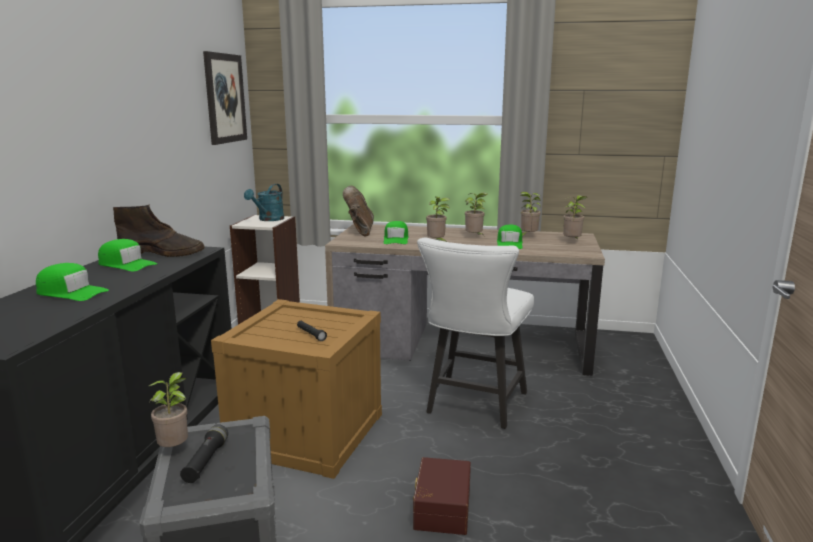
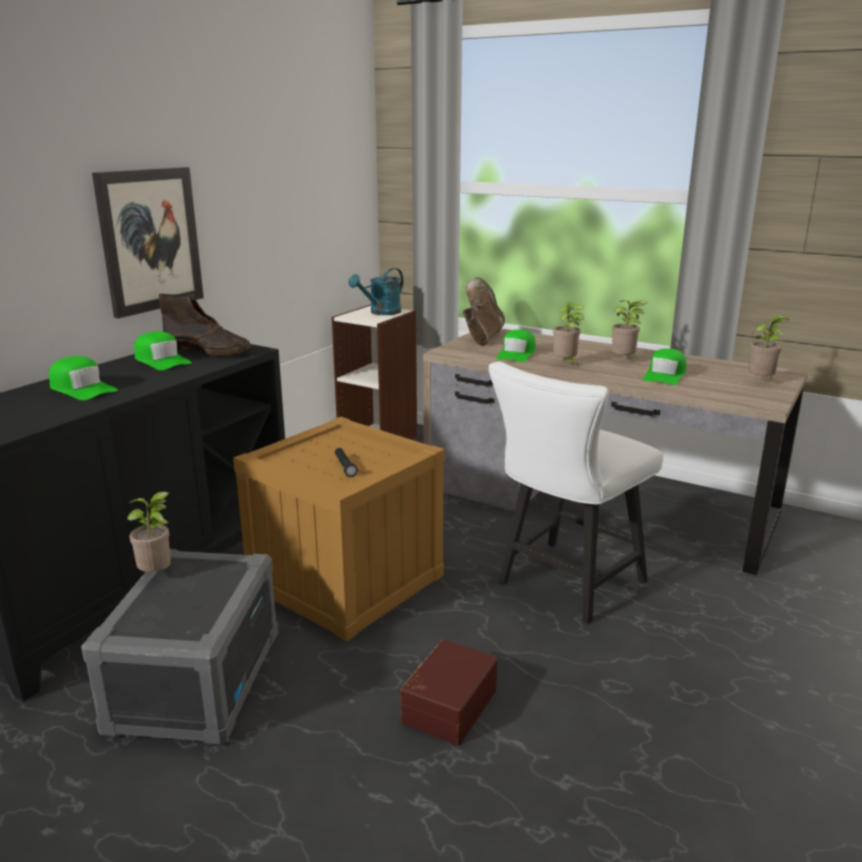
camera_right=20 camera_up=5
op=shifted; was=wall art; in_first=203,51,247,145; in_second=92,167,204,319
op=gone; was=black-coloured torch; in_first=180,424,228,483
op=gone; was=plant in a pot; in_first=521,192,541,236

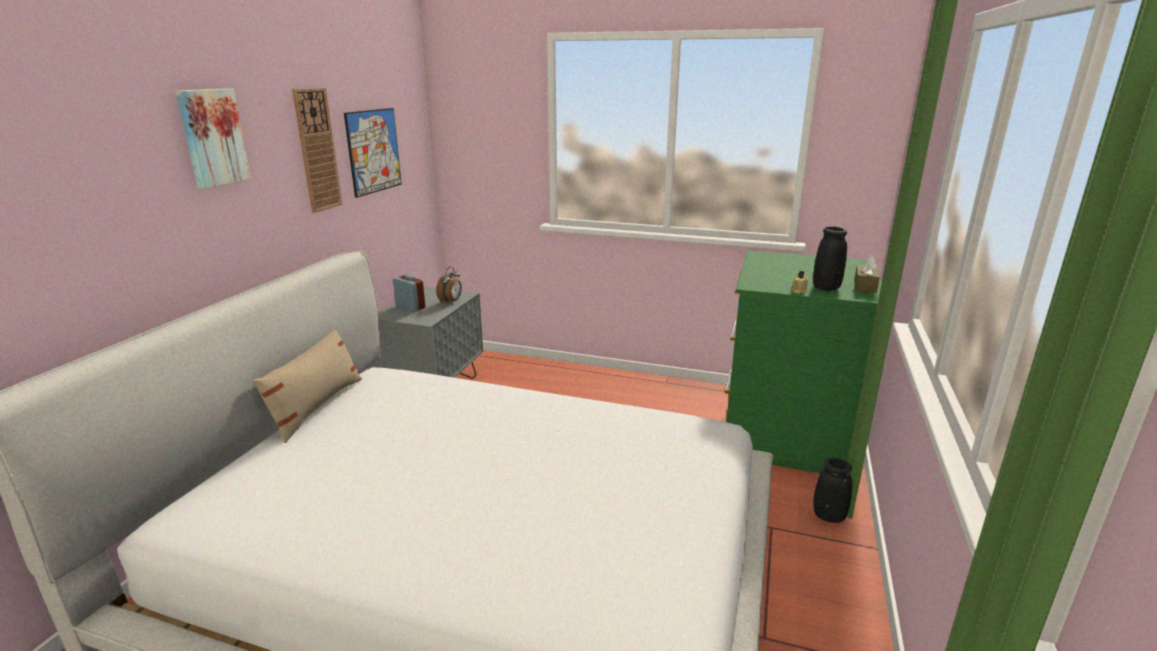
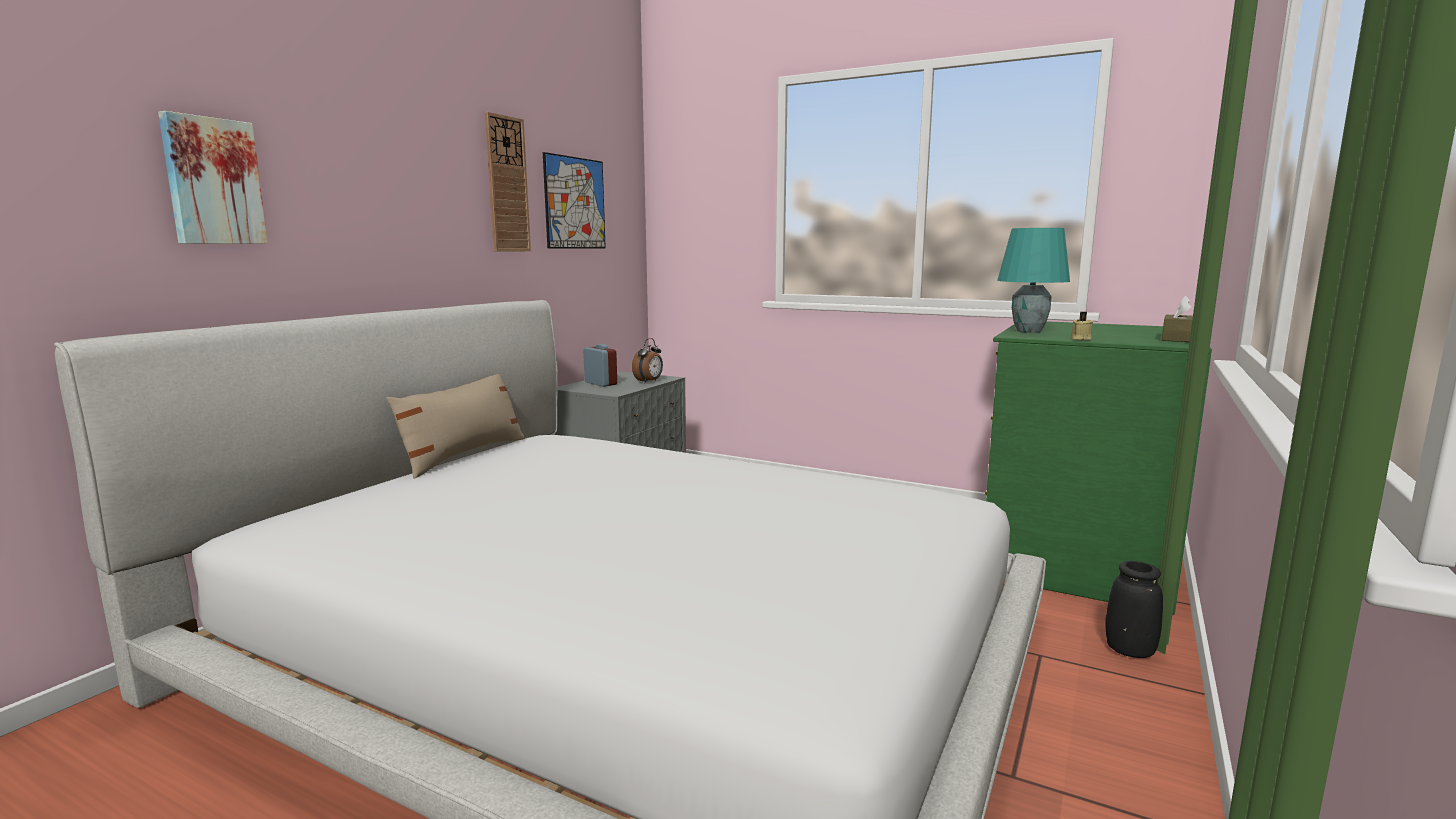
camera_right=10 camera_up=-10
op=shifted; was=wall art; in_first=176,89,251,188; in_second=158,111,268,244
op=new; now=blue-green lamp for a table; in_second=997,228,1070,333
op=gone; was=black-coloured flower vase; in_first=813,226,847,291

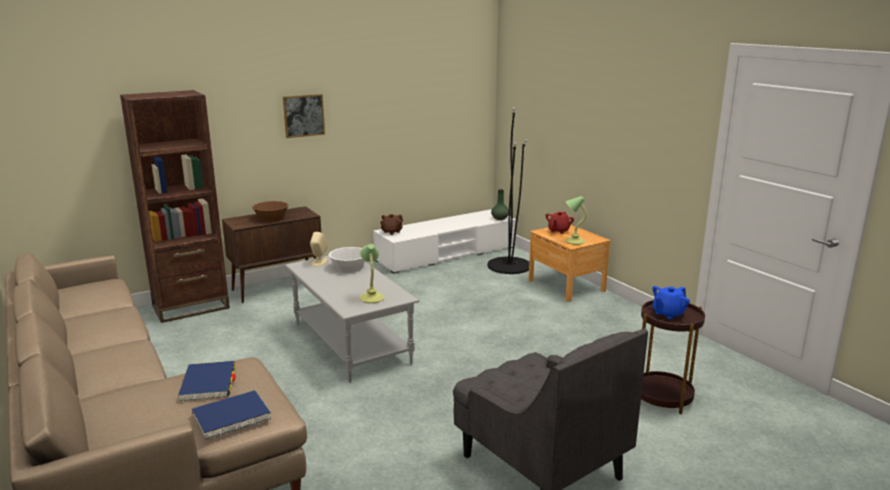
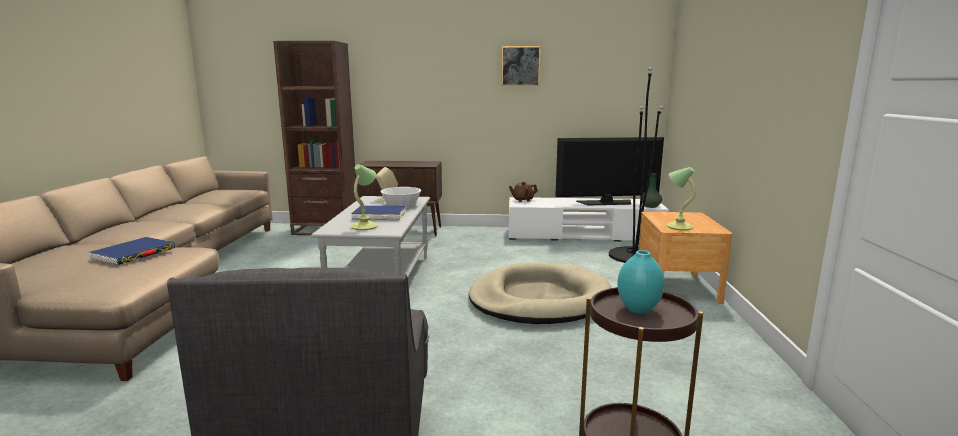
camera_right=35 camera_up=-5
op=shifted; was=bluish book; in_first=192,390,271,440; in_second=351,206,406,220
op=new; now=beige-coloured pet bed; in_second=469,263,611,324
op=shifted; was=wall art; in_first=283,94,325,138; in_second=501,46,541,86
op=new; now=TV set; in_second=555,137,664,205
op=swapped; was=bluish teapot; now=blue-green flower vase; in_first=652,286,690,319; in_second=617,250,665,314
op=gone; was=brown-coloured bowl; in_first=252,201,289,222
op=gone; was=reddish teapot; in_first=545,212,574,234

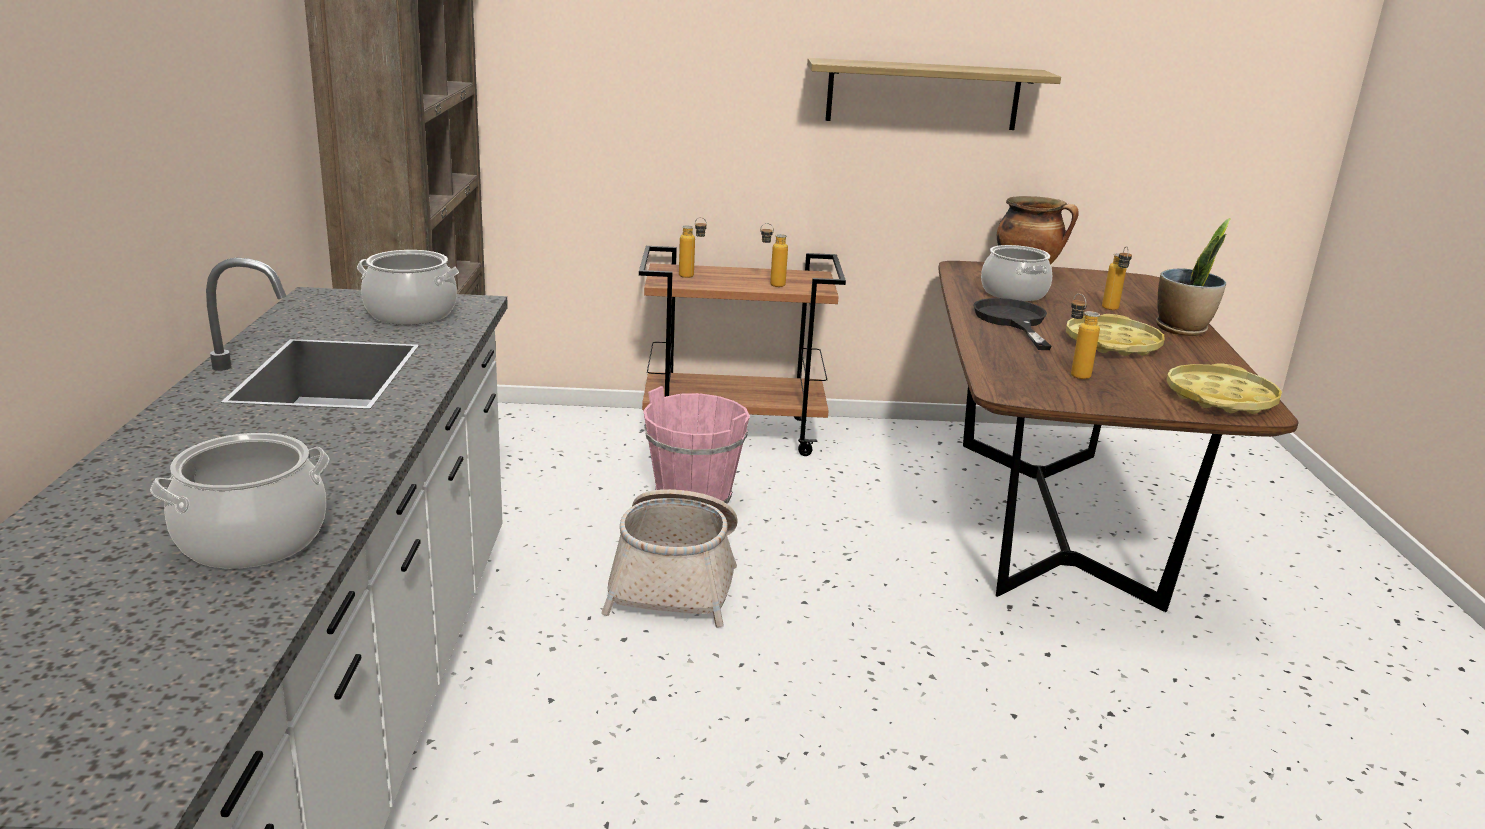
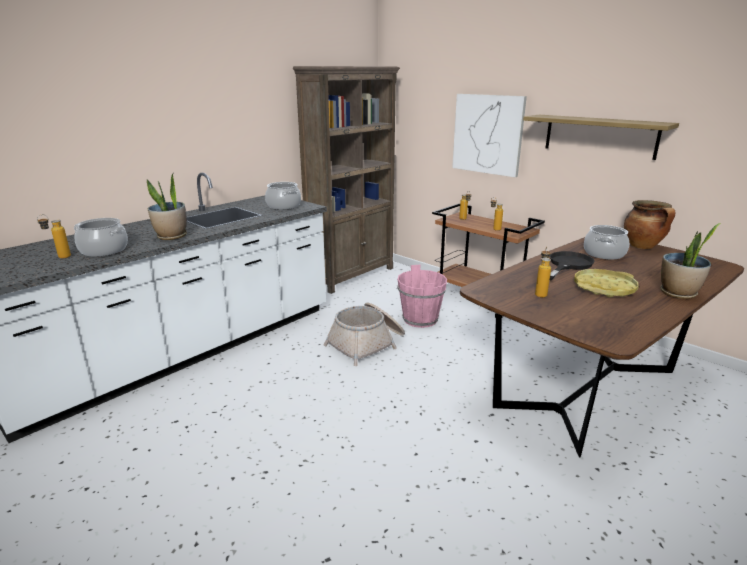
camera_right=45 camera_up=0
op=shifted; was=beverage bottle; in_first=1102,246,1132,310; in_second=37,215,71,258
op=new; now=plant in a pot; in_second=147,173,187,240
op=new; now=wall art; in_second=452,94,527,177
op=gone; was=yellowish serving tray; in_first=1166,363,1282,414

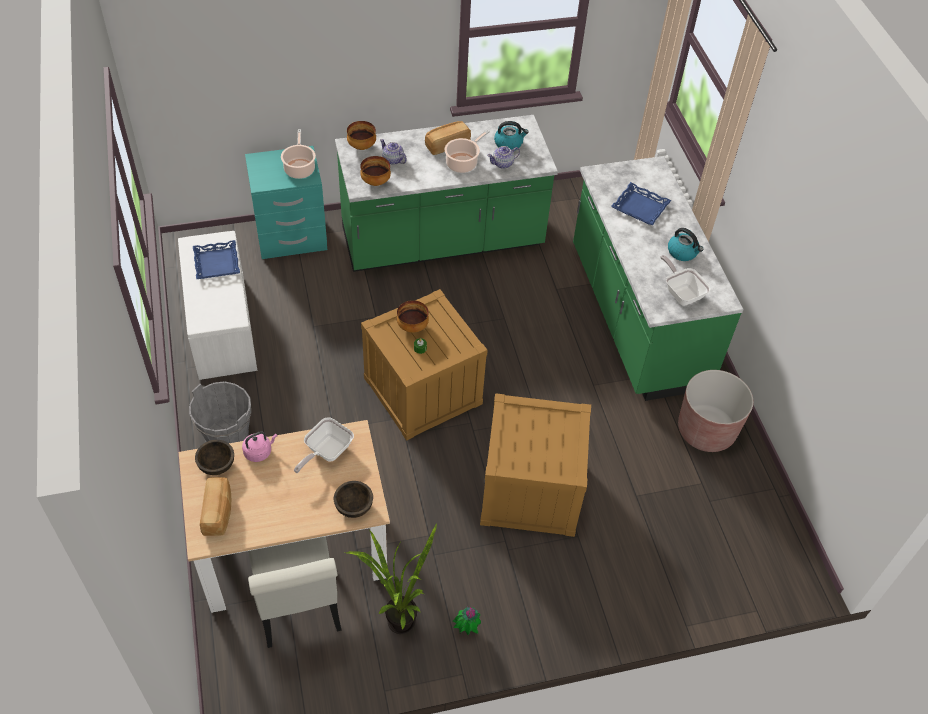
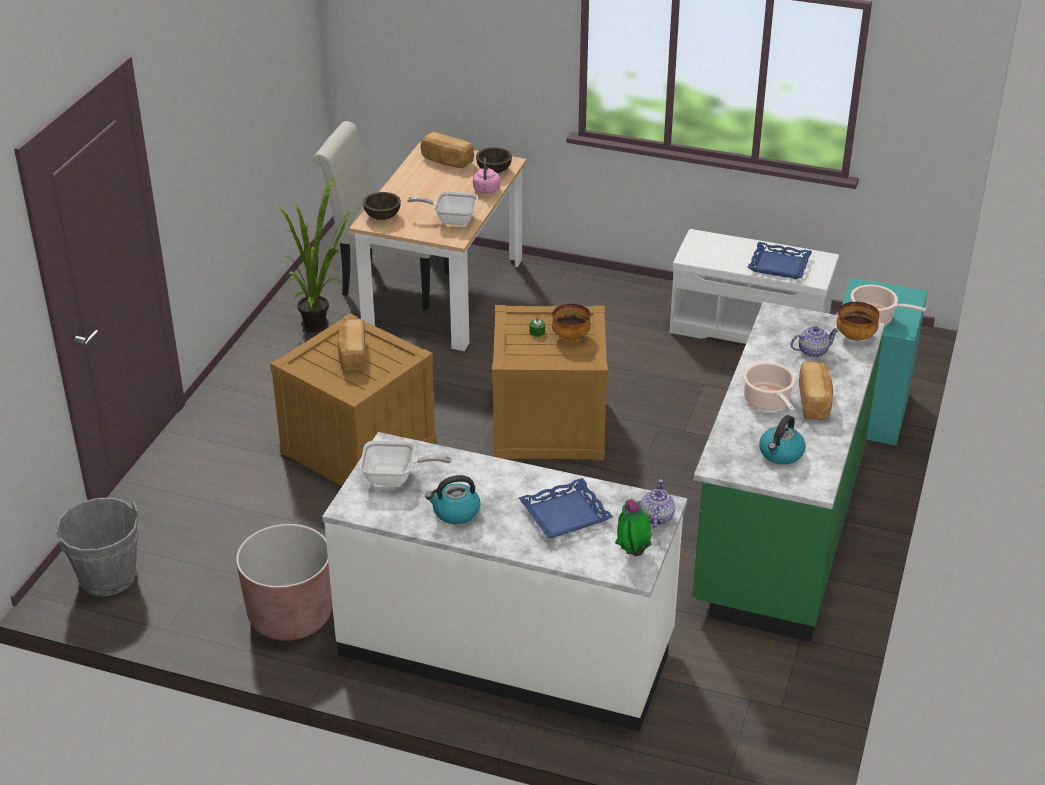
camera_right=125 camera_up=-15
op=shifted; was=gray bucket; in_first=189,382,251,443; in_second=53,498,139,596
op=repainted; was=green-coloured kitchen base unit; now=white kitchen base unit; in_first=573,156,744,401; in_second=322,432,688,732
op=new; now=bread; in_second=338,319,365,371
op=rotated; was=skillet; in_first=294,417,354,473; in_second=407,191,478,225; clockwise=-60
op=shifted; was=plant in a pot; in_first=452,606,481,635; in_second=615,499,652,556
op=shifted; was=teapot; in_first=487,146,520,169; in_second=640,480,675,528
op=gone; was=bowl; in_first=360,156,391,186

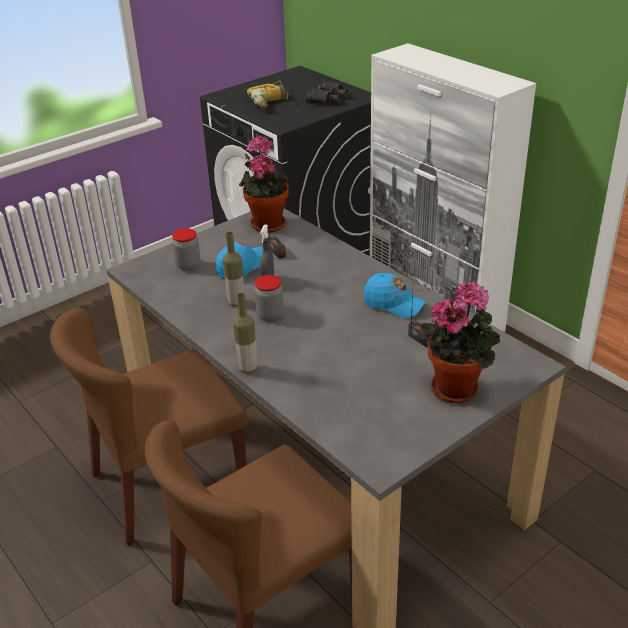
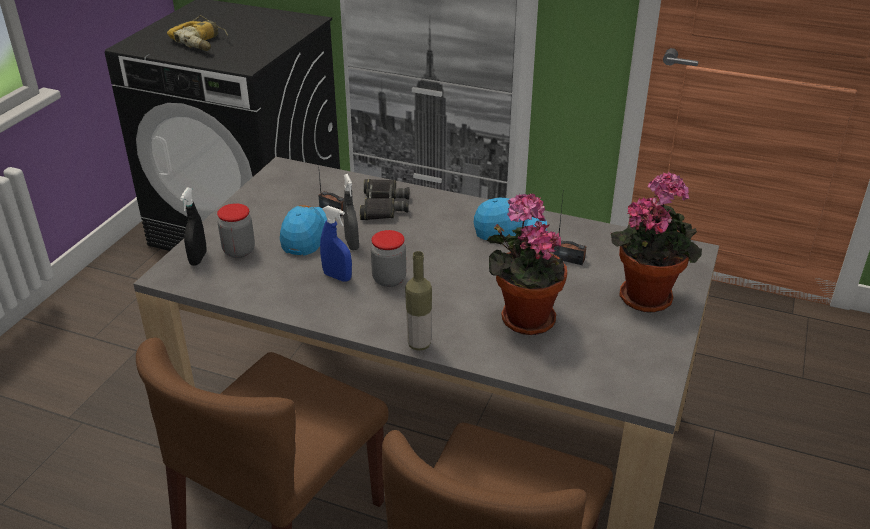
camera_right=-30 camera_up=0
op=new; now=black-coloured hand sprayer; in_second=180,188,207,266
op=swapped; was=beverage bottle; now=bluish hand sprayer; in_first=222,232,244,307; in_second=320,206,352,282
op=shifted; was=black-coloured field glasses; in_first=305,80,348,104; in_second=360,179,409,220
op=shifted; was=plant in a pot; in_first=239,136,289,233; in_second=487,194,567,335

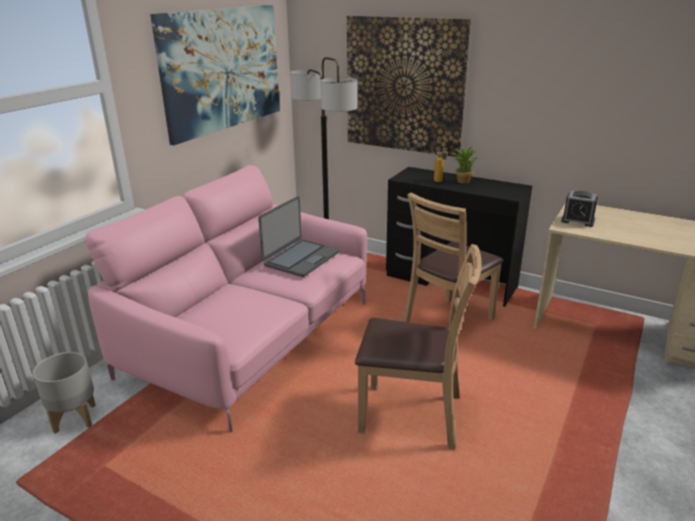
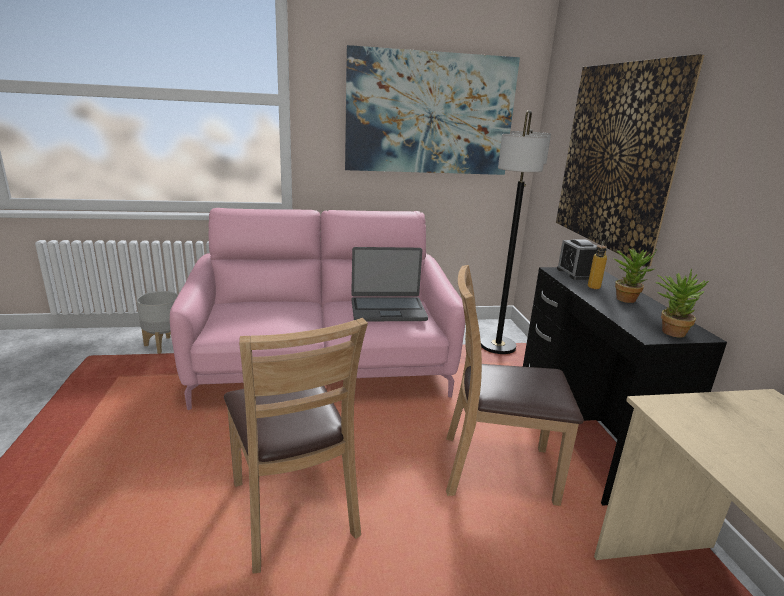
camera_right=50 camera_up=-5
op=shifted; was=alarm clock; in_first=561,191,598,227; in_second=557,239,597,280
op=new; now=plant in a pot; in_second=656,268,709,338

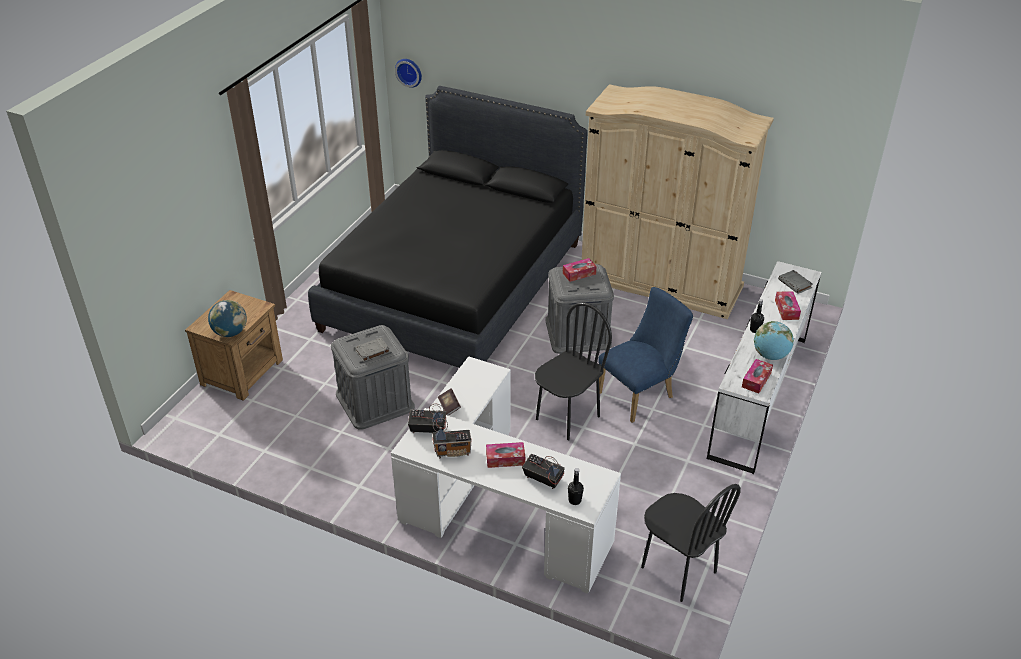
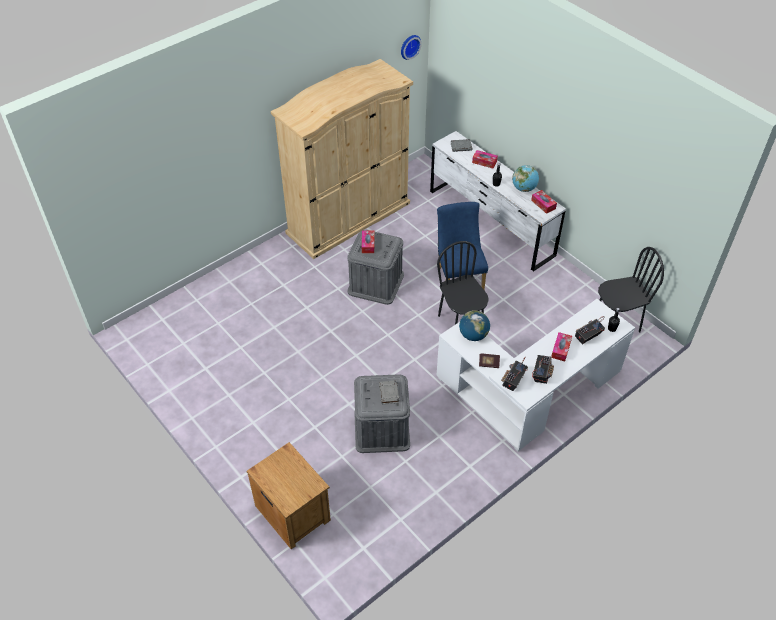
camera_right=-65 camera_up=10
op=shifted; was=wall clock; in_first=395,59,422,88; in_second=401,35,422,60
op=shifted; was=globe; in_first=208,300,247,337; in_second=459,310,490,341
op=gone; was=black-coloured sleeping bed; in_first=308,86,588,368

